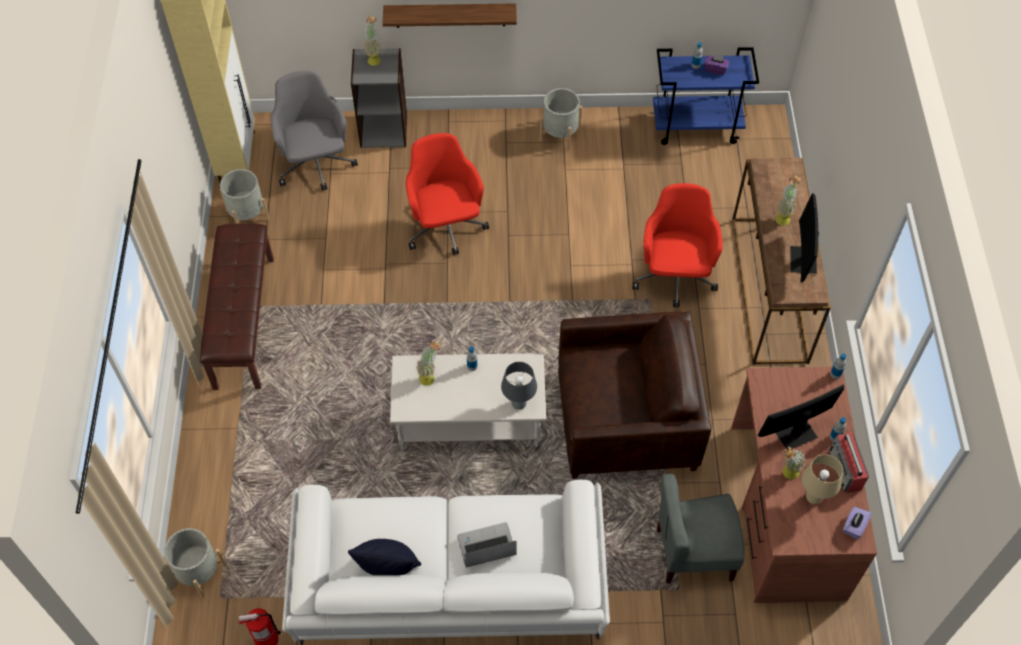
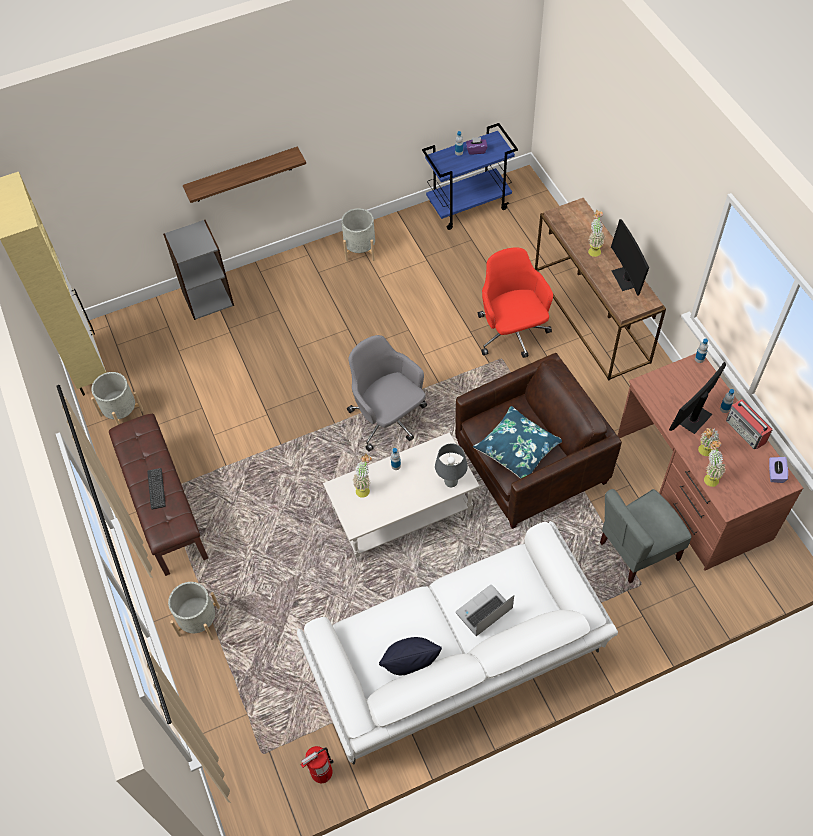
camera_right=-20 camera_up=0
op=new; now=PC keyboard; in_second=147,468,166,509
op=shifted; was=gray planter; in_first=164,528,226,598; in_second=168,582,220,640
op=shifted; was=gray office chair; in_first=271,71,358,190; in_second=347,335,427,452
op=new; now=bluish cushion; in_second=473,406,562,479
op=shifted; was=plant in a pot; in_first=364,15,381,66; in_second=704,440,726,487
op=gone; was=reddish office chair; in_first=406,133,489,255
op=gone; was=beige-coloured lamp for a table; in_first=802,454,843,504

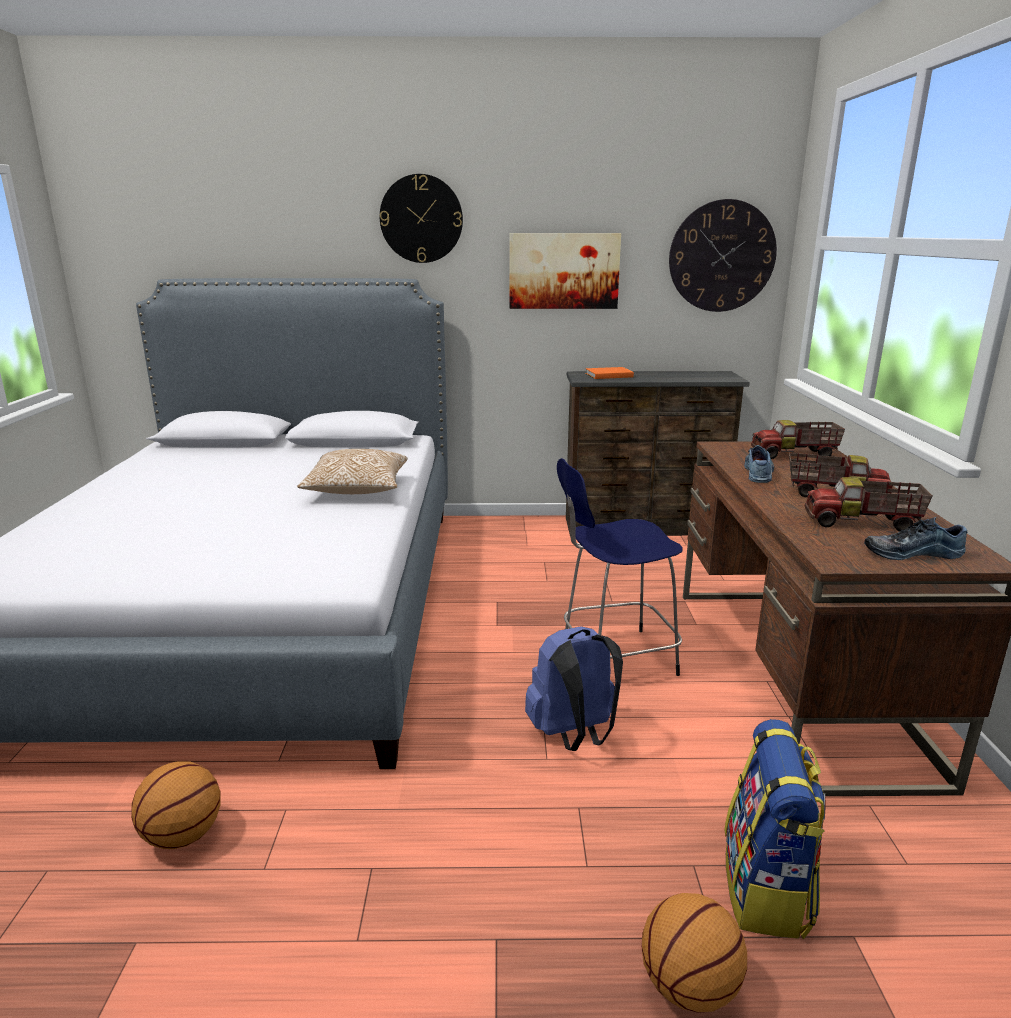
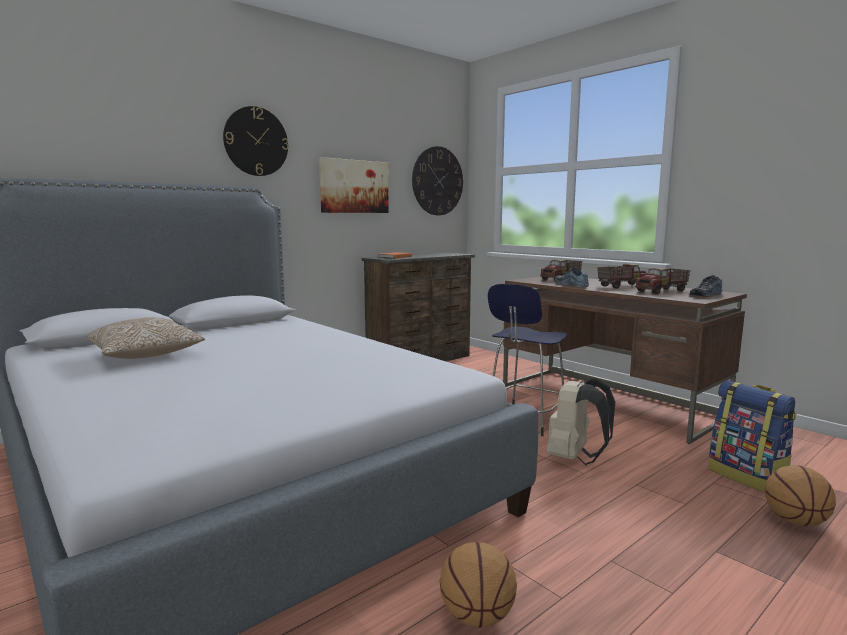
camera_right=-40 camera_up=-10
op=shifted; was=cushion; in_first=297,449,407,494; in_second=87,318,205,359
op=repainted; was=bluish backpack; now=beige-coloured backpack; in_first=525,626,623,751; in_second=546,377,615,465

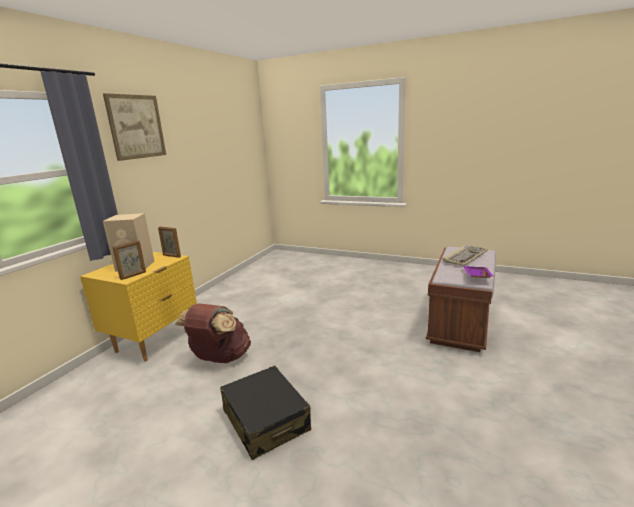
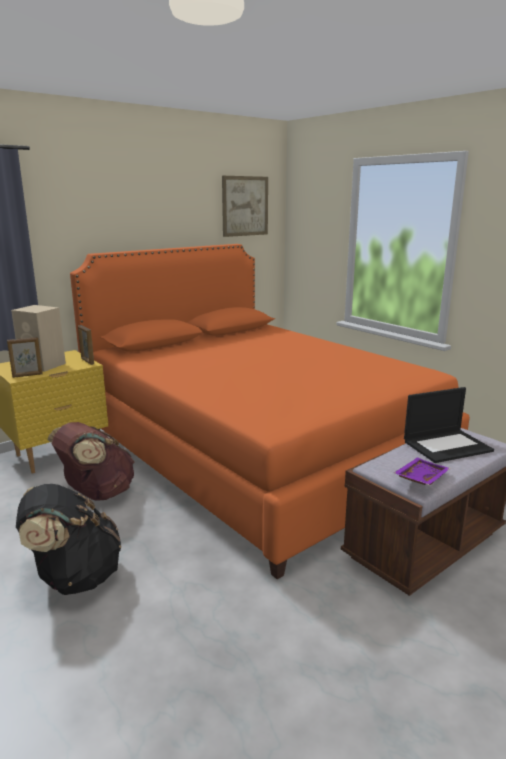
camera_right=25 camera_up=0
op=swapped; was=black-coloured travel case; now=black-coloured backpack; in_first=220,365,311,460; in_second=16,484,121,595
op=new; now=orange-coloured sleeping bed; in_second=70,244,470,579
op=shifted; was=wall art; in_first=103,93,166,161; in_second=222,176,268,237
op=swapped; was=PC keyboard; now=laptop; in_first=442,245,488,266; in_second=404,387,494,463

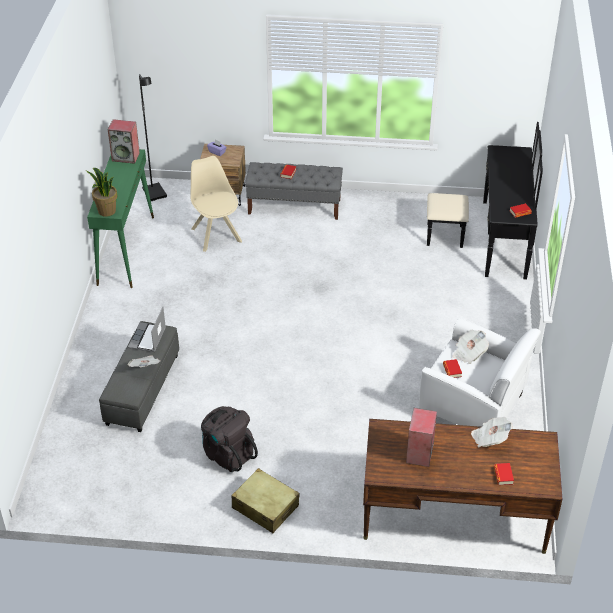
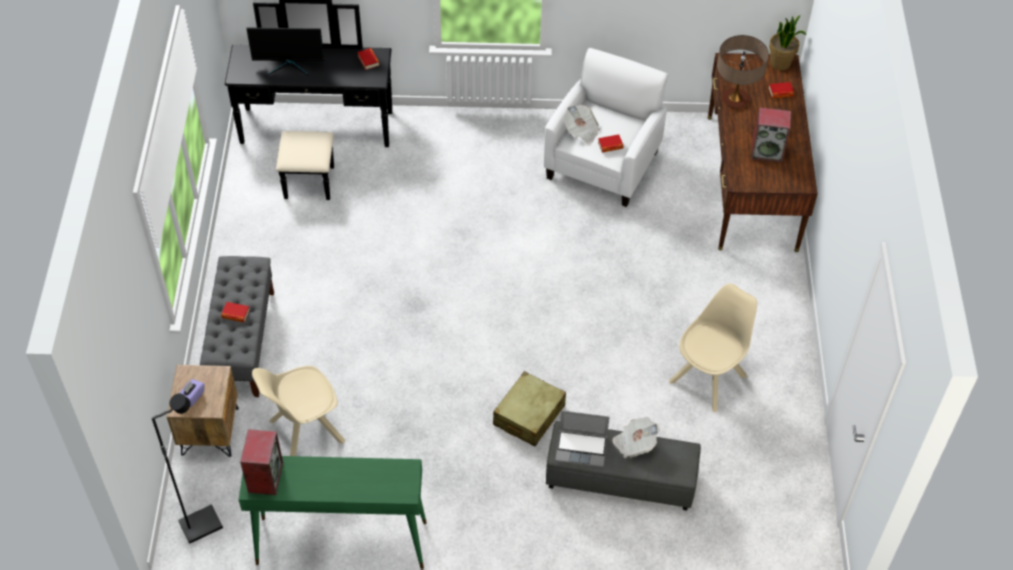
camera_right=-95 camera_up=10
op=new; now=monitor; in_second=246,28,324,76
op=shifted; was=beige-coloured travel case; in_first=231,468,299,533; in_second=493,371,566,446
op=swapped; was=black-coloured backpack; now=beige-coloured chair; in_first=201,406,258,472; in_second=669,283,757,412
op=swapped; was=newspaper; now=lamp for a table; in_first=471,417,513,447; in_second=717,35,769,108
op=shifted; was=plant in a pot; in_first=87,168,118,217; in_second=769,15,806,70

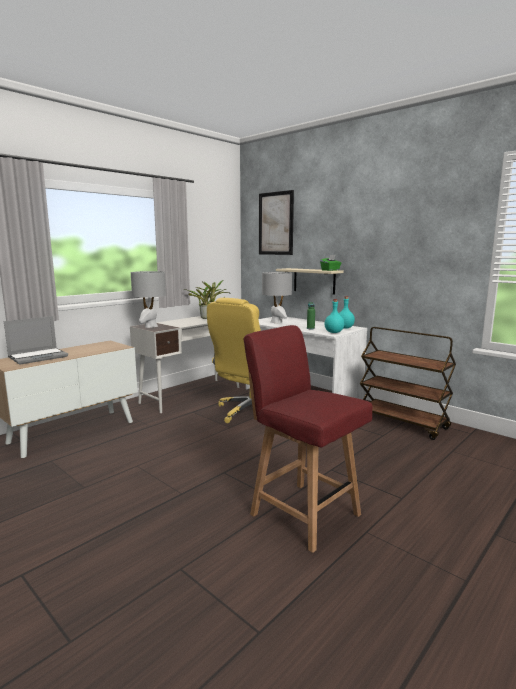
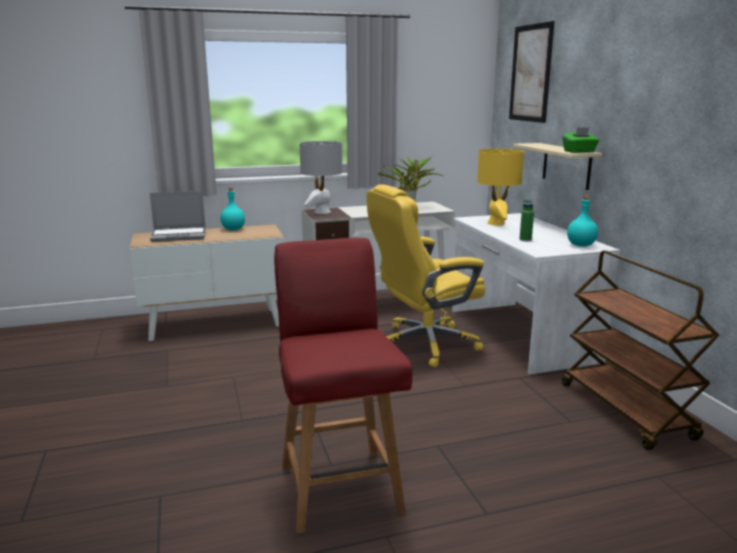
camera_right=30 camera_up=5
op=shifted; was=blue-green beverage bottle; in_first=325,299,344,333; in_second=220,188,245,230
op=repainted; was=gray lamp for a table; now=yellowish lamp for a table; in_first=262,272,292,323; in_second=477,149,524,226

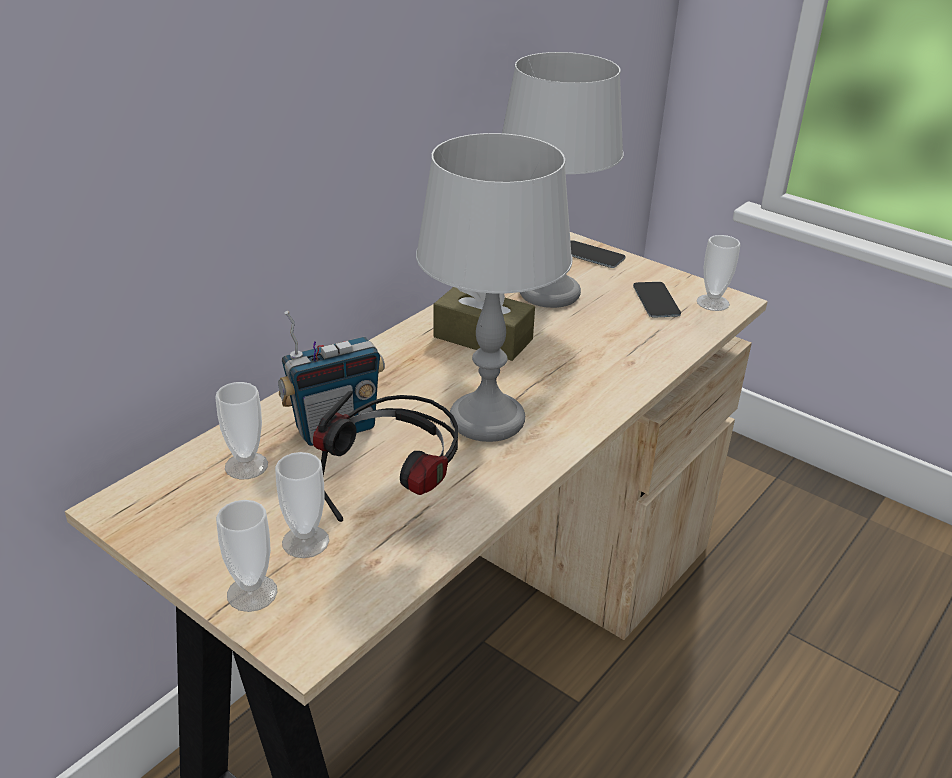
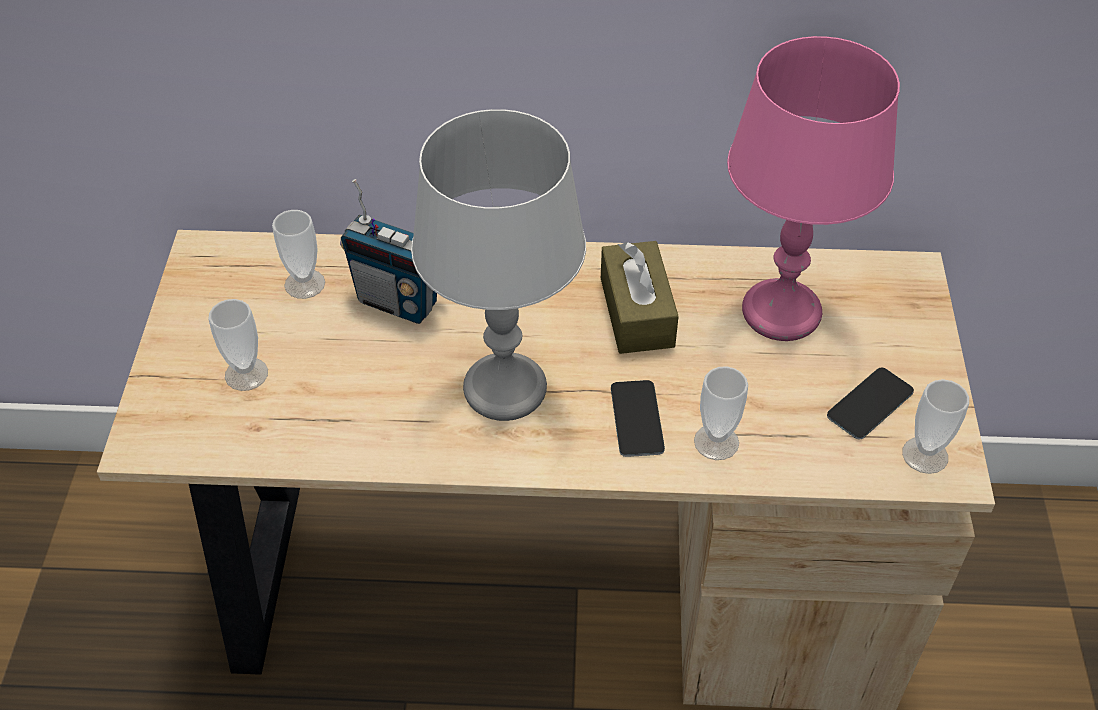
camera_right=55 camera_up=15
op=shifted; was=handset; in_first=571,240,625,268; in_second=611,380,665,457
op=shifted; was=drinking cup; in_first=216,500,278,612; in_second=694,366,748,460
op=repainted; was=gray lamp for a table; now=pink-coloured lamp for a table; in_first=502,52,624,308; in_second=727,36,900,341
op=gone; was=headset; in_first=313,391,458,522

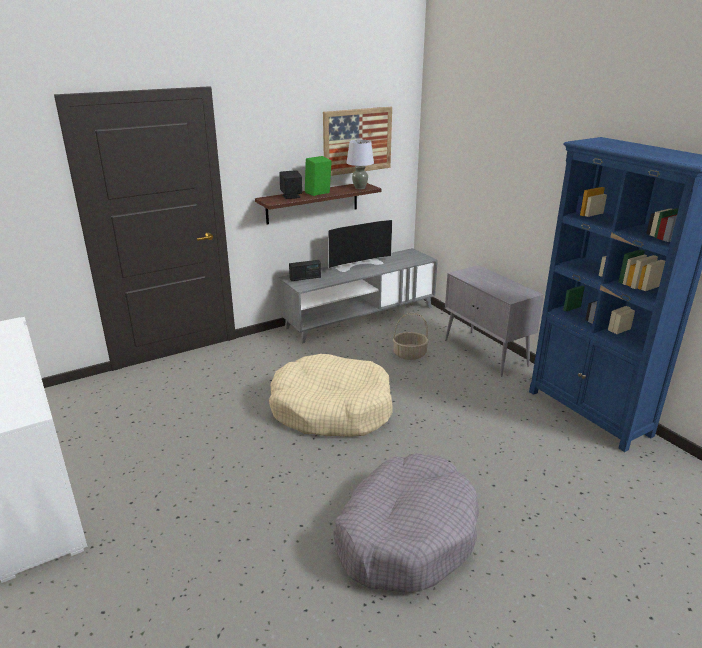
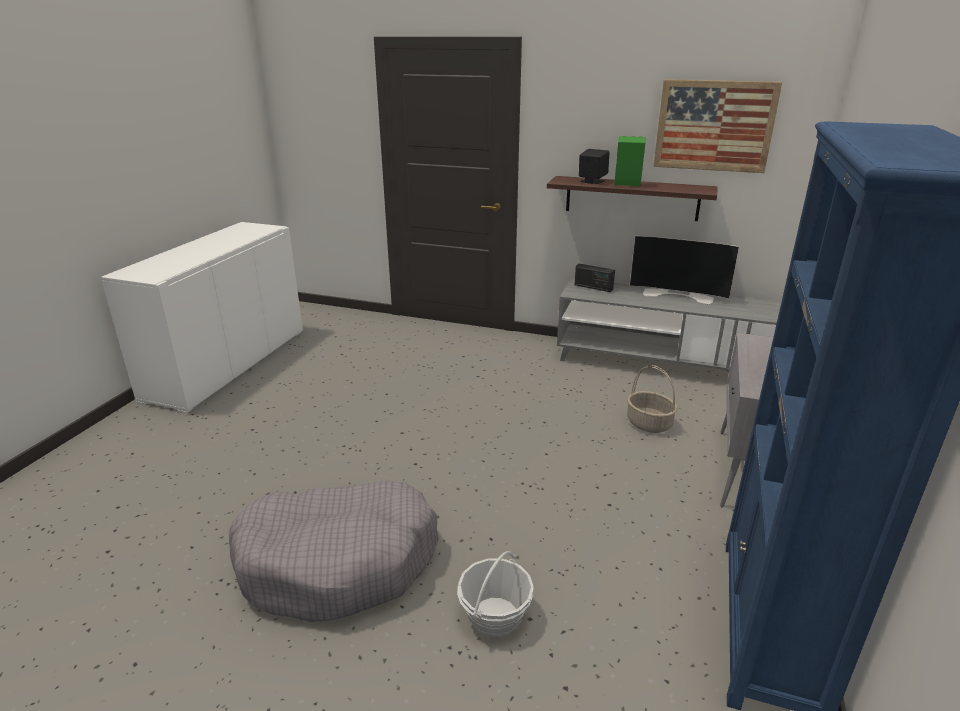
camera_right=50 camera_up=0
op=new; now=basket; in_second=457,551,534,637
op=gone; was=beige-coloured pet bed; in_first=269,354,393,437
op=gone; was=gray lamp for a table; in_first=347,140,374,189

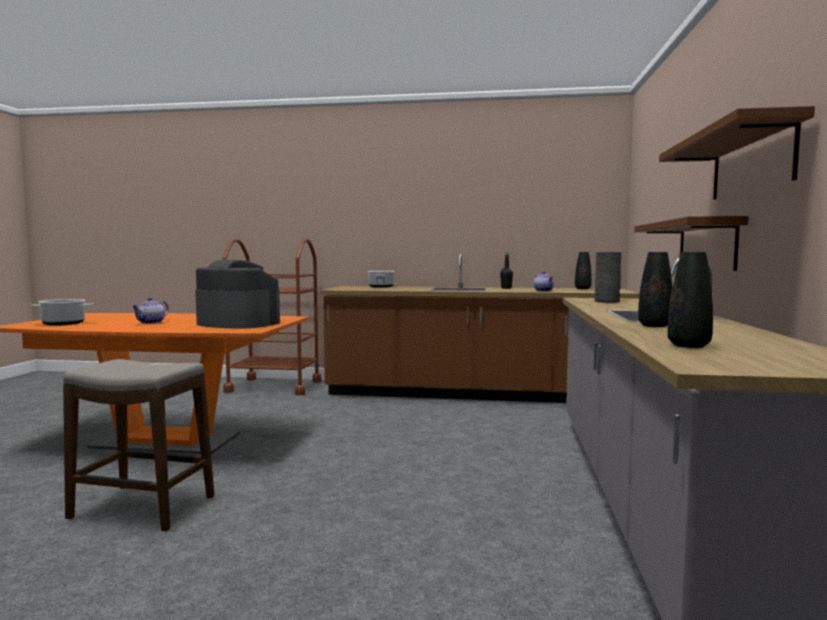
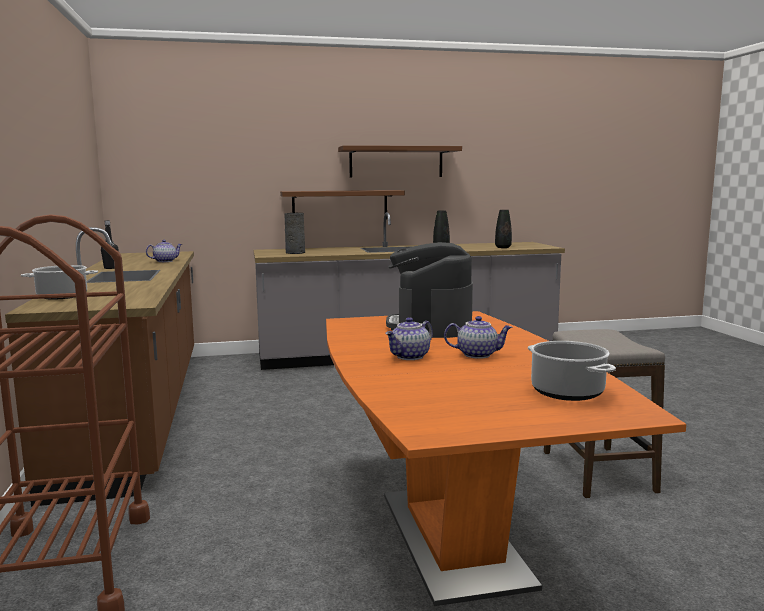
camera_right=-110 camera_up=5
op=new; now=teapot; in_second=385,317,433,360
op=gone; was=black-coloured flower vase; in_first=575,252,592,289

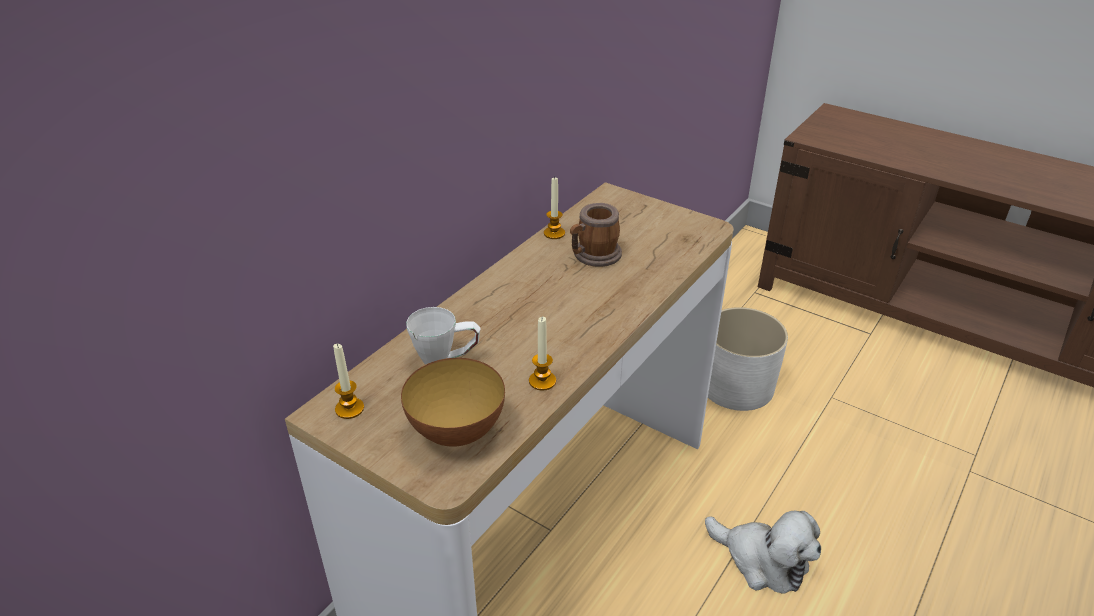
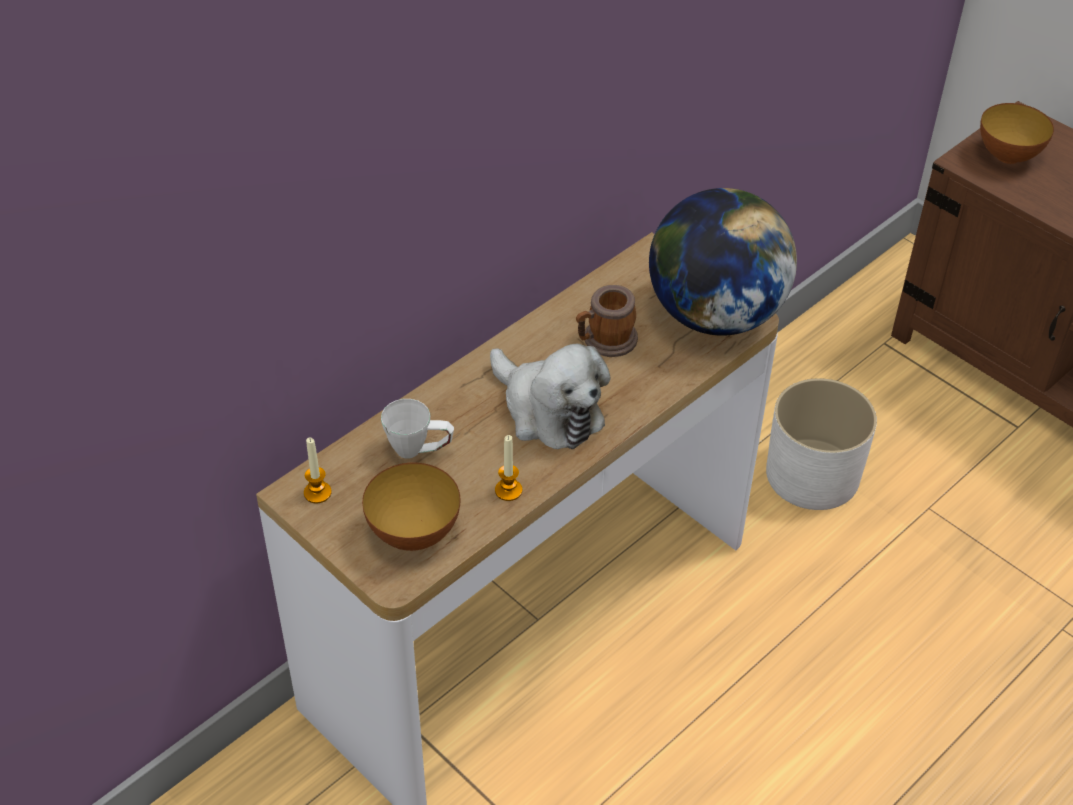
camera_right=10 camera_up=10
op=shifted; was=plush toy; in_first=705,511,821,594; in_second=490,344,611,449
op=new; now=globe; in_second=649,188,797,336
op=new; now=bowl; in_second=980,103,1054,164
op=gone; was=wax candle; in_first=544,176,565,239

